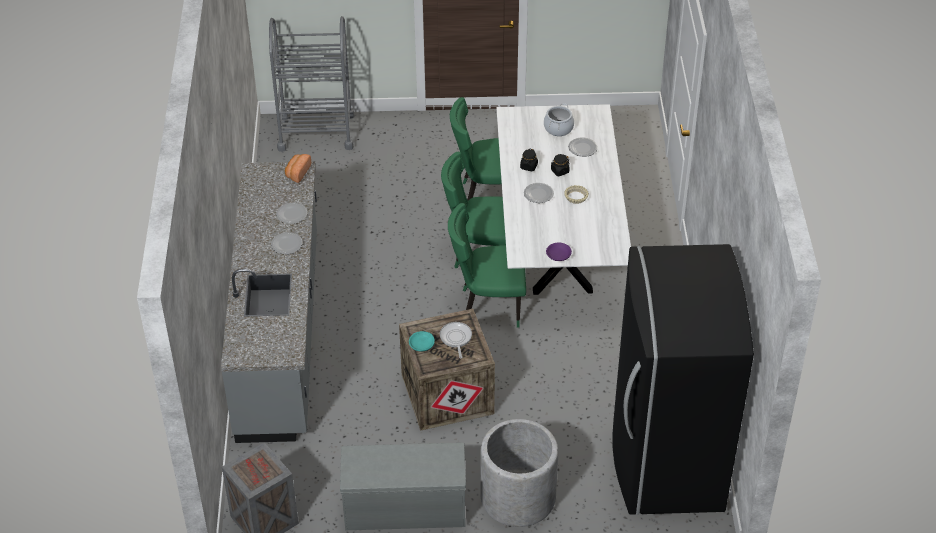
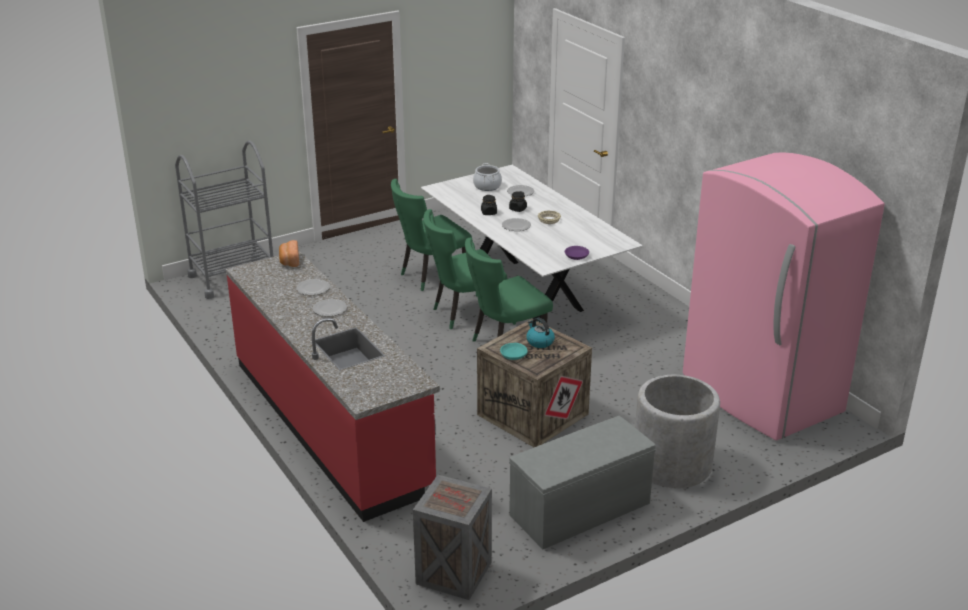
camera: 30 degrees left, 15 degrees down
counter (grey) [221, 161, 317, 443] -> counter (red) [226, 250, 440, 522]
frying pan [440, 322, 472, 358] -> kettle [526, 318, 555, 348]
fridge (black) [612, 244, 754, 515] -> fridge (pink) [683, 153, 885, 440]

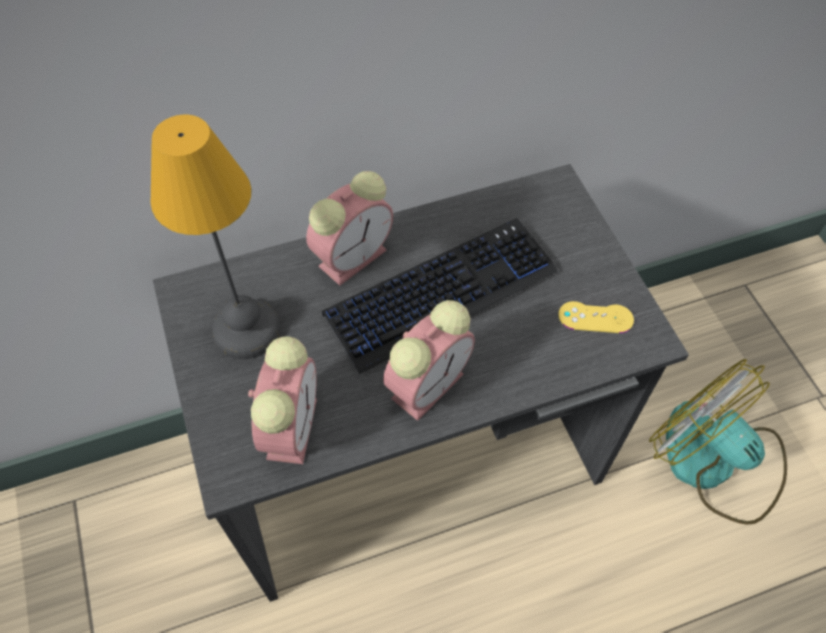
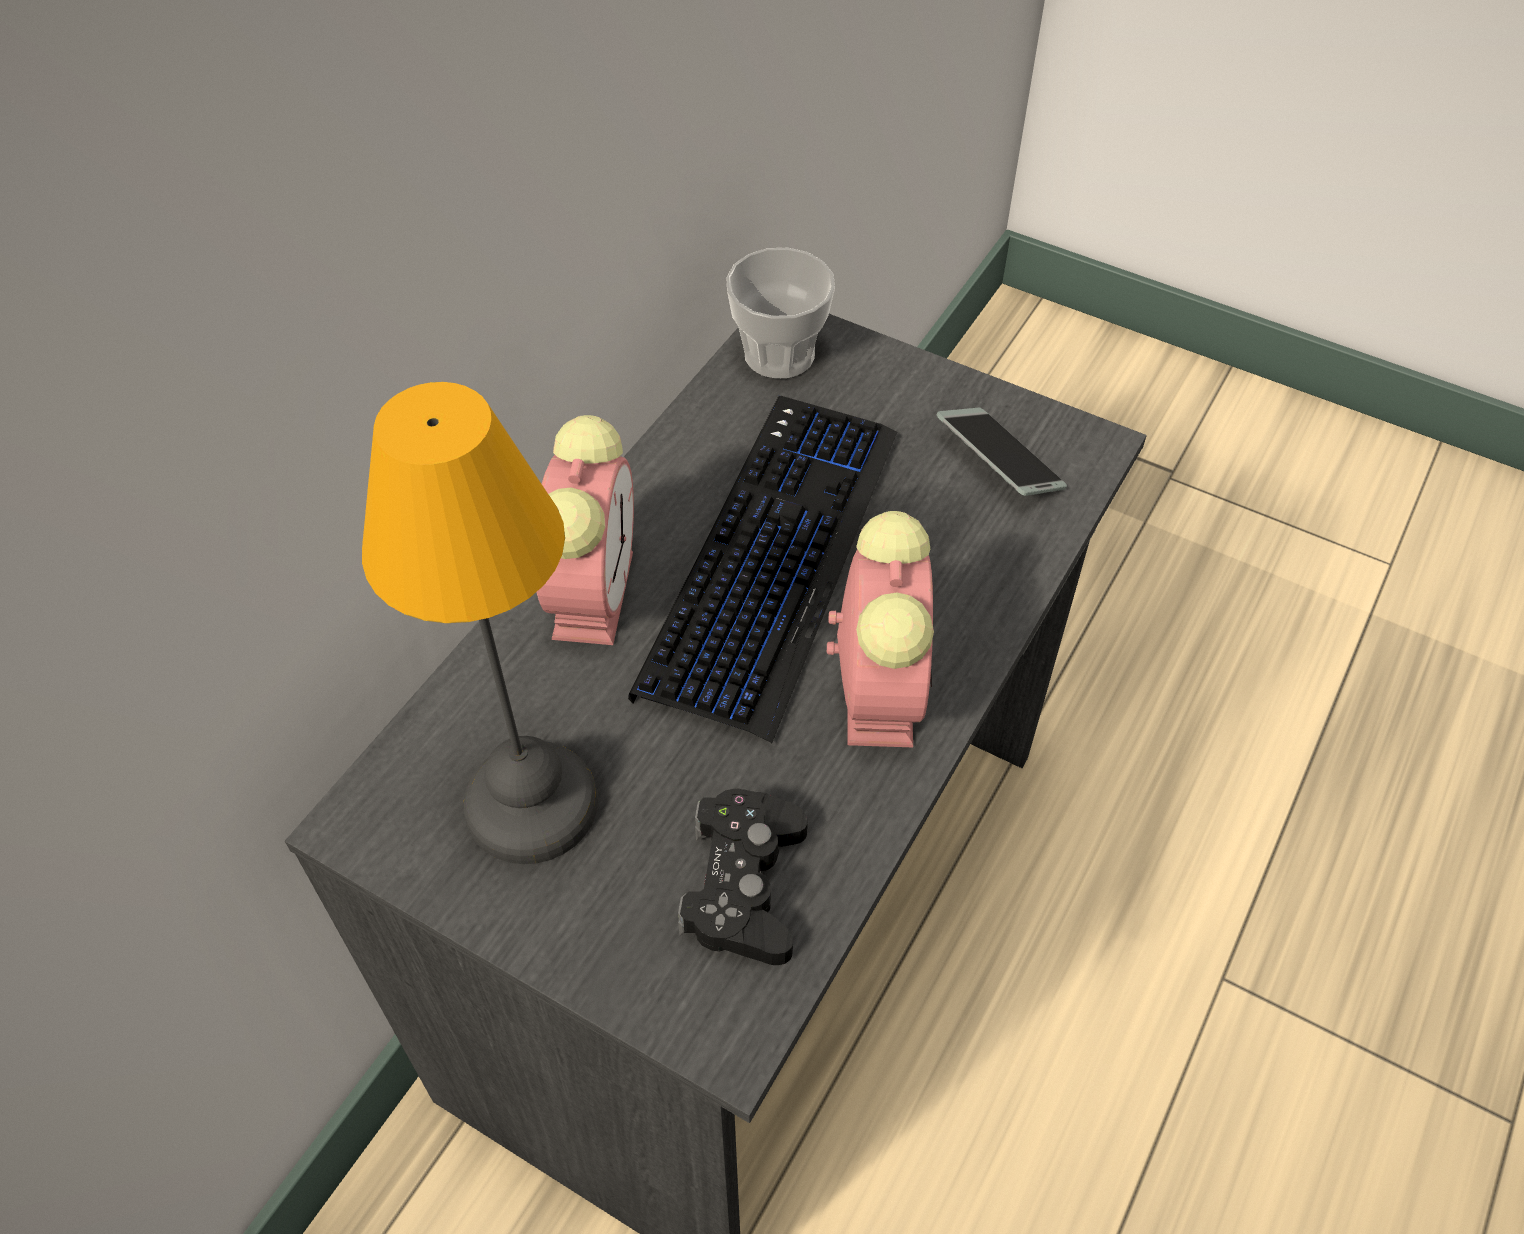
camera: 40 degrees left, 5 degrees down
alarm clock [248, 337, 317, 464] -> game controller (black) [678, 789, 808, 965]
none -> cup [726, 248, 835, 378]
game controller (yellow) [558, 301, 634, 333] -> phone [936, 408, 1067, 496]
fan [649, 359, 787, 525] -> none

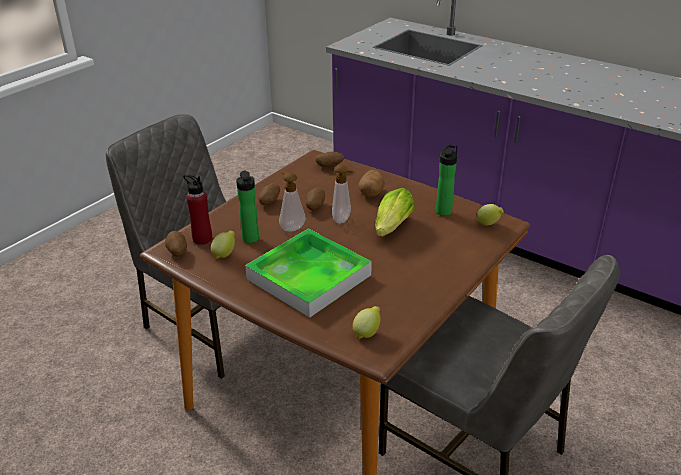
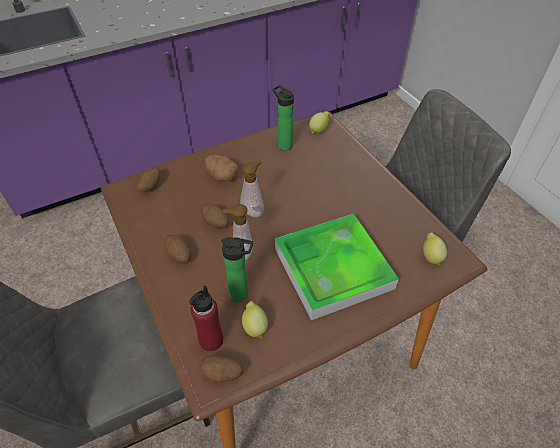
camera: 65 degrees left, 15 degrees up
lettuce [375, 188, 415, 237] -> none

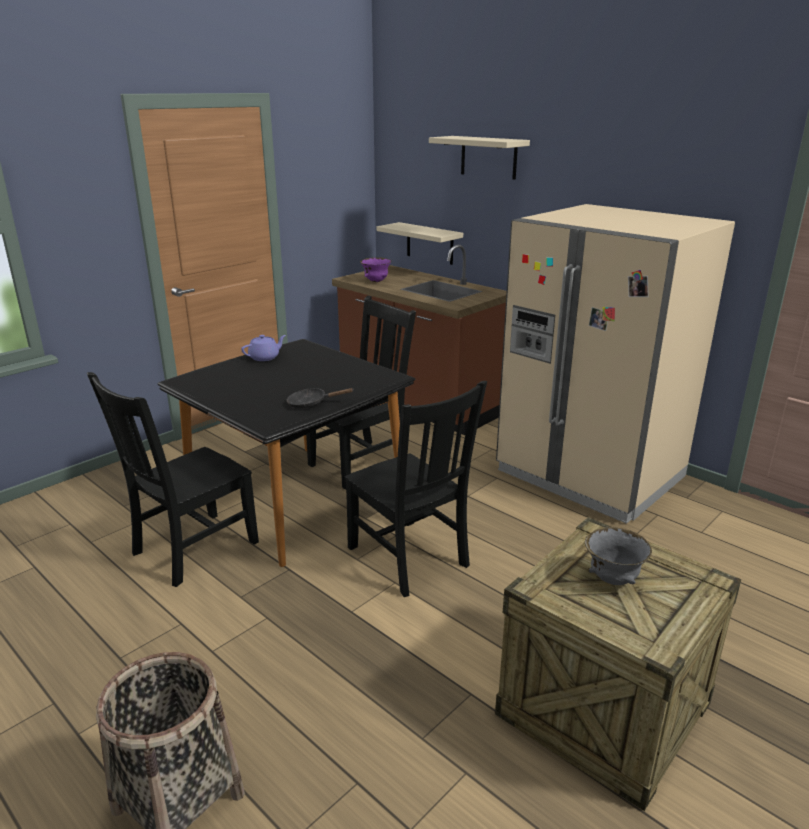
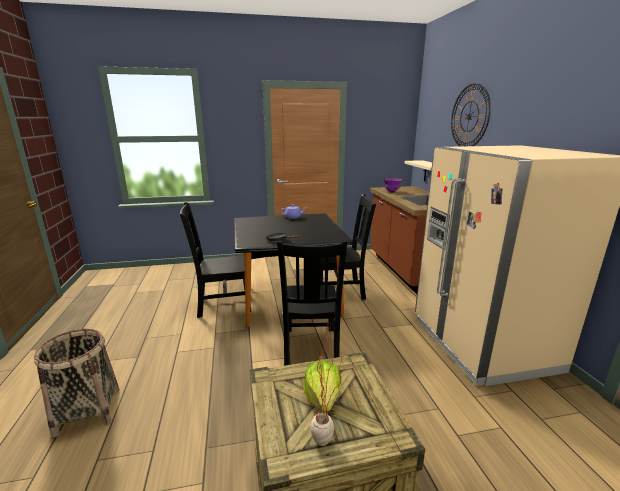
camera: 35 degrees right, 5 degrees down
bowl (grey) [585, 527, 652, 585] -> lettuce [303, 360, 342, 412]
none -> potted plant [310, 320, 342, 446]
shelf (beige) [429, 136, 530, 180] -> wall clock [451, 83, 491, 147]

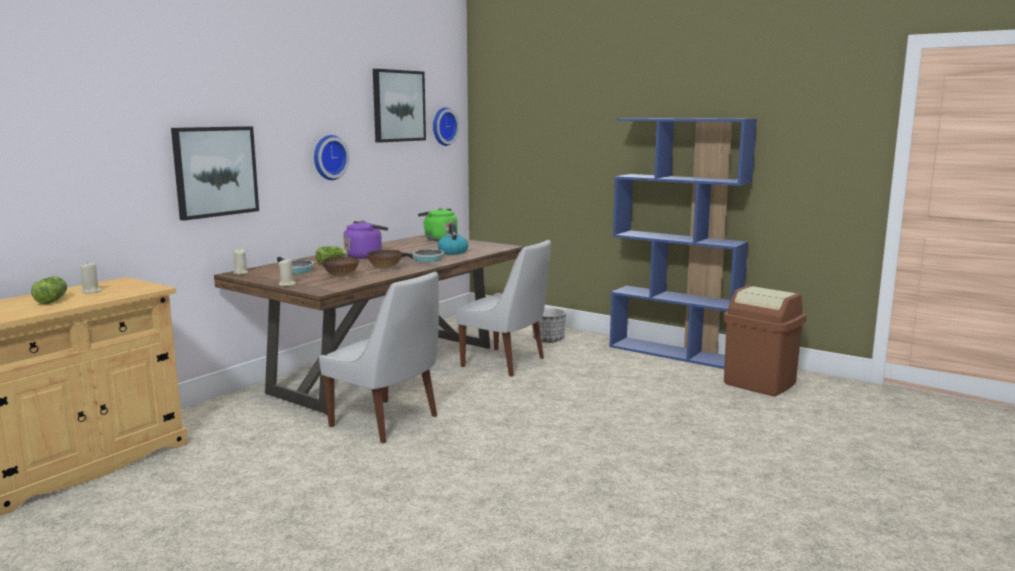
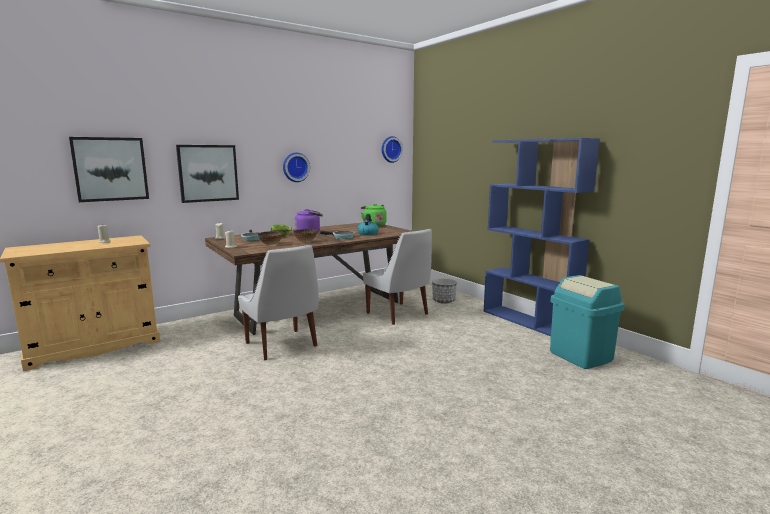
camera: 20 degrees right, 0 degrees up
picture [373, 69, 426, 143] -> picture [69, 137, 149, 202], move
trash can (brown) [723, 286, 806, 396] -> trash can (turquoise) [550, 275, 625, 369]
lettuce [31, 277, 67, 304] -> none

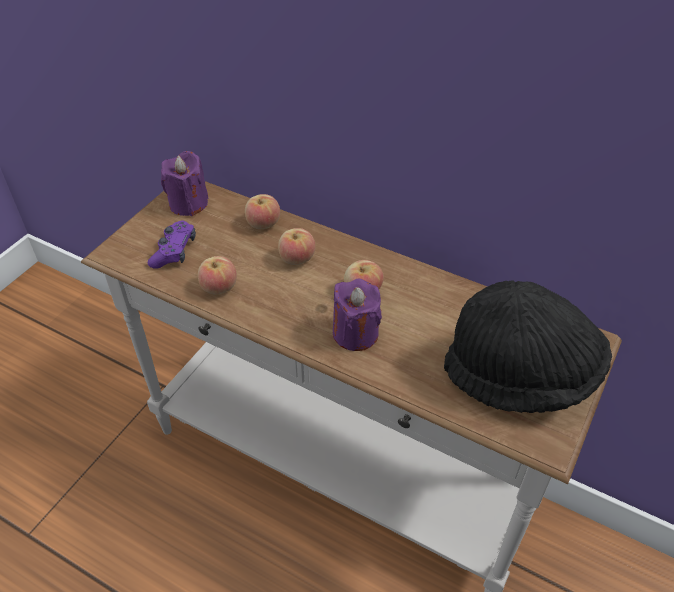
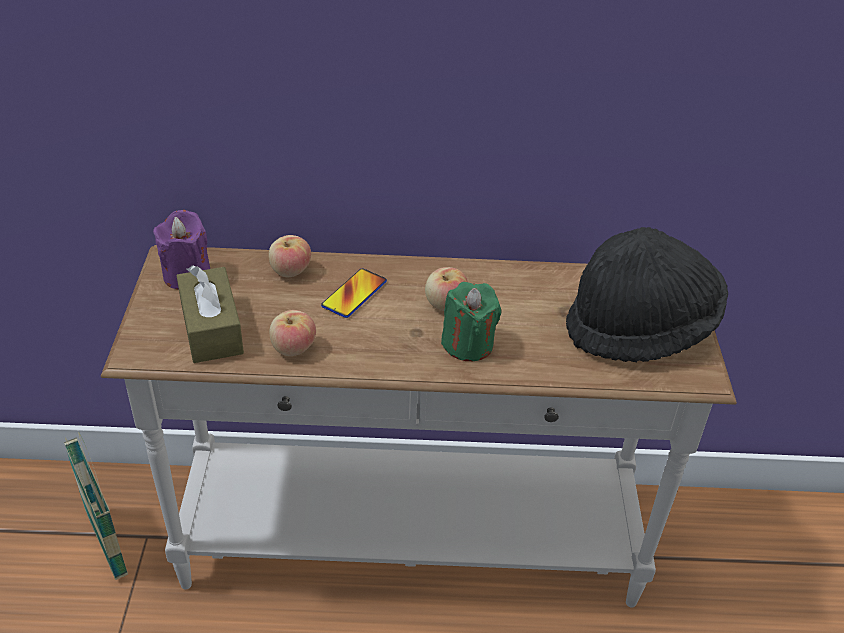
camera: 30 degrees left, 5 degrees down
none -> basket [64, 432, 128, 580]
game controller (purple) [148, 220, 196, 269] -> tissue box (brown) [176, 266, 244, 363]
apple [278, 228, 316, 265] -> phone [321, 268, 387, 318]
candle (purple) [333, 279, 382, 351] -> candle (green) [441, 282, 501, 361]

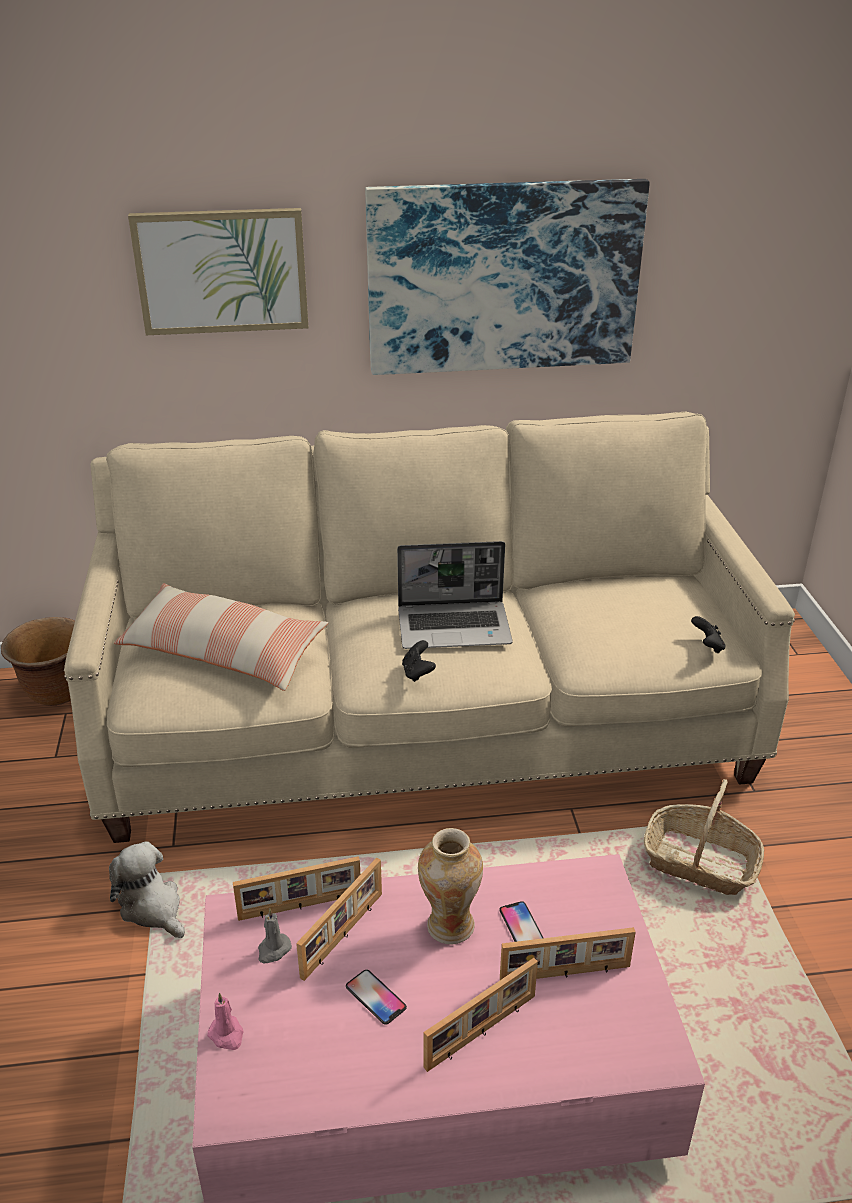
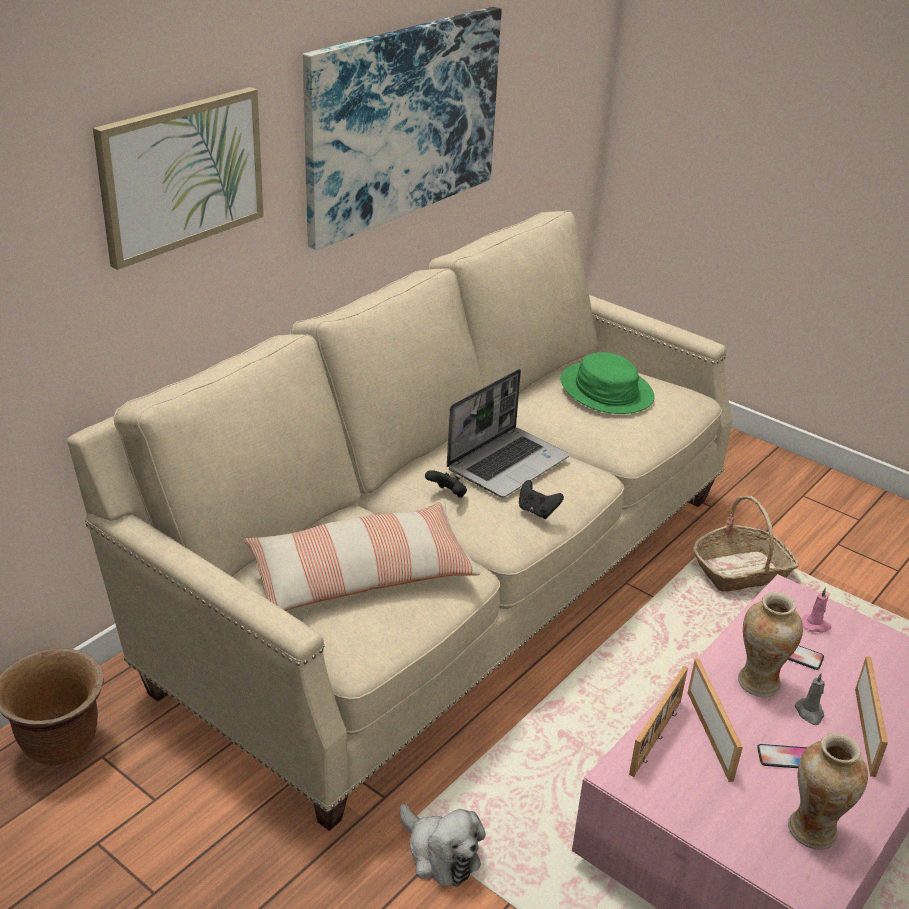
camera: 45 degrees left, 0 degrees up
plush toy [109, 842, 185, 938] -> plush toy [399, 804, 486, 887], 135 degrees counterclockwise
game controller (black) [691, 616, 725, 653] -> game controller (black) [425, 470, 467, 498], move
none -> hat (green) [561, 352, 655, 414]
none -> vase [788, 733, 868, 850]
candle (grey) [258, 908, 292, 963] -> candle (grey) [795, 673, 825, 725], move
candle (pink) [207, 993, 244, 1050] -> candle (pink) [801, 587, 831, 633], move
picture frame [500, 927, 636, 980] -> none

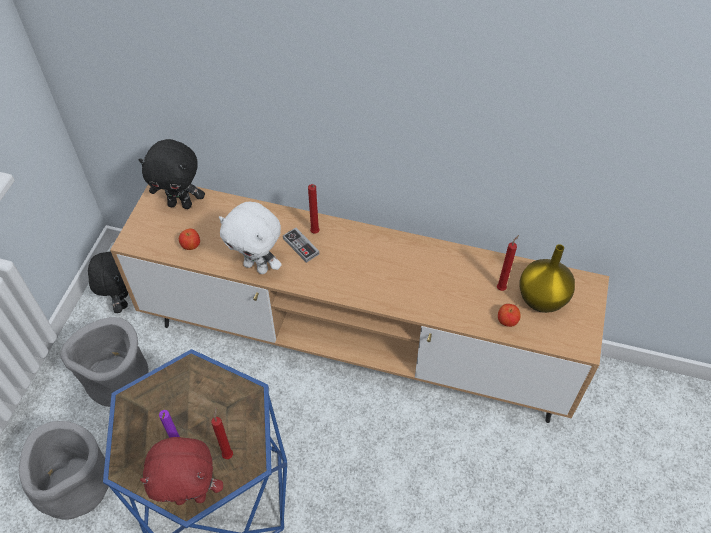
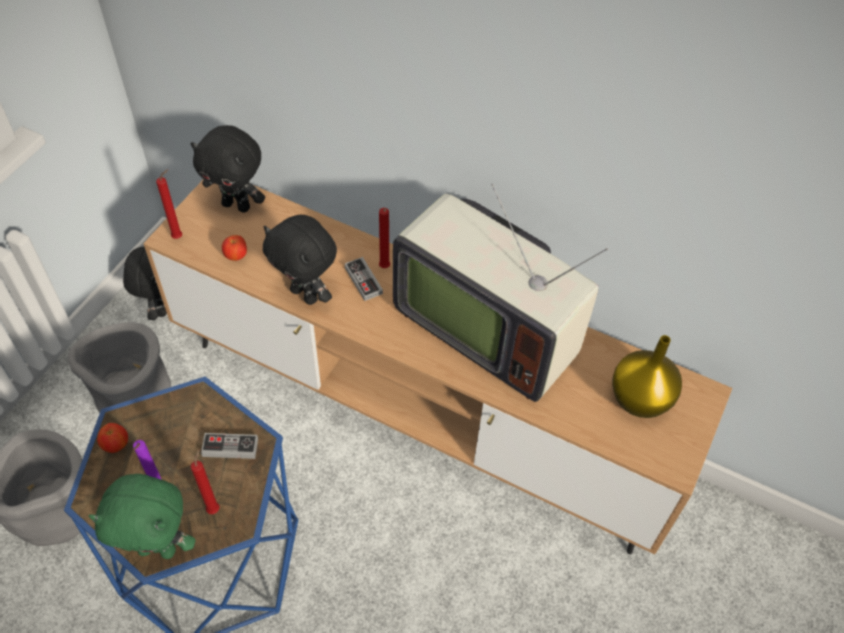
camera: 10 degrees right, 0 degrees up
plush toy (red) [140, 437, 223, 505] -> plush toy (green) [89, 474, 196, 559]
apple [498, 304, 521, 327] -> apple [97, 423, 128, 453], move
candle (red) [497, 235, 519, 291] -> candle (red) [156, 169, 182, 239], move
none -> game controller [201, 433, 258, 459]
plush toy (white) [219, 202, 282, 274] -> plush toy (black) [263, 215, 337, 305]
none -> television [393, 184, 608, 402]

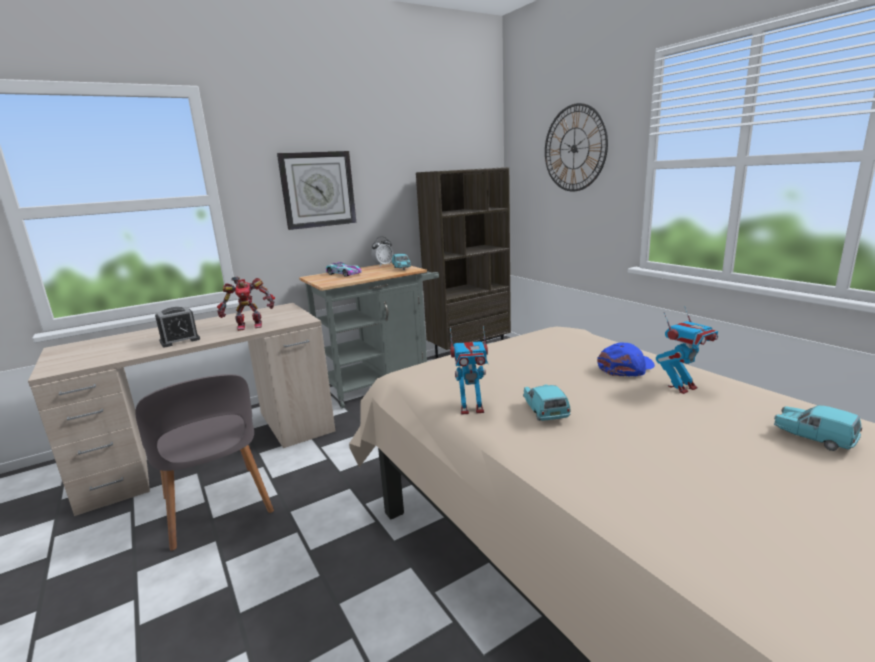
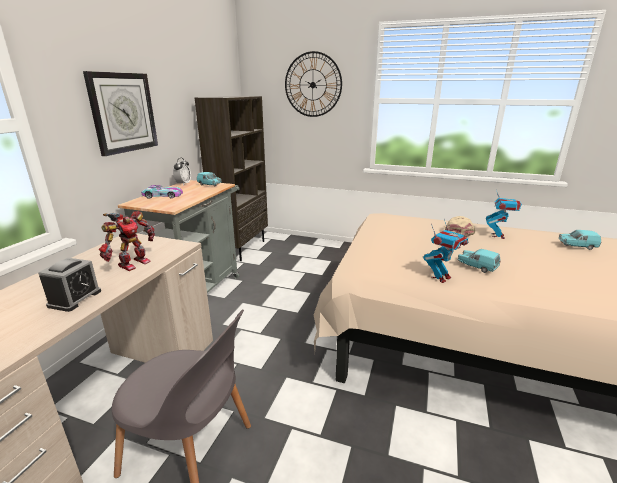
camera: 40 degrees left, 5 degrees up
cap (blue) [597, 342, 655, 377] -> cap (beige) [445, 216, 475, 237]

